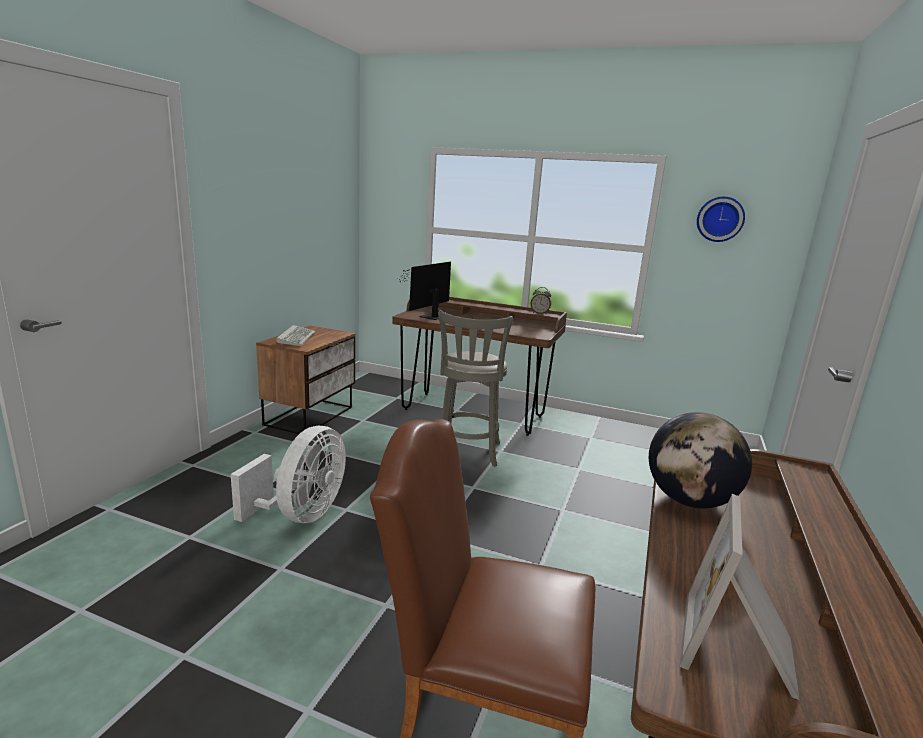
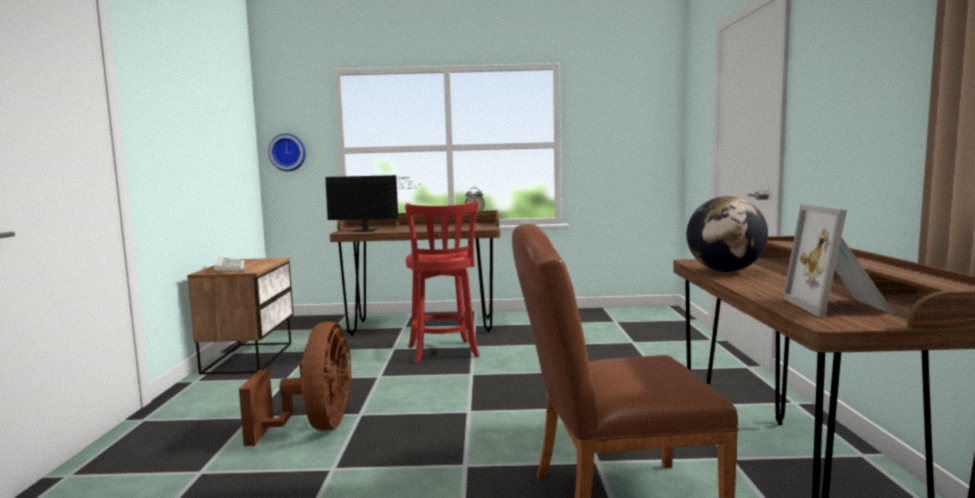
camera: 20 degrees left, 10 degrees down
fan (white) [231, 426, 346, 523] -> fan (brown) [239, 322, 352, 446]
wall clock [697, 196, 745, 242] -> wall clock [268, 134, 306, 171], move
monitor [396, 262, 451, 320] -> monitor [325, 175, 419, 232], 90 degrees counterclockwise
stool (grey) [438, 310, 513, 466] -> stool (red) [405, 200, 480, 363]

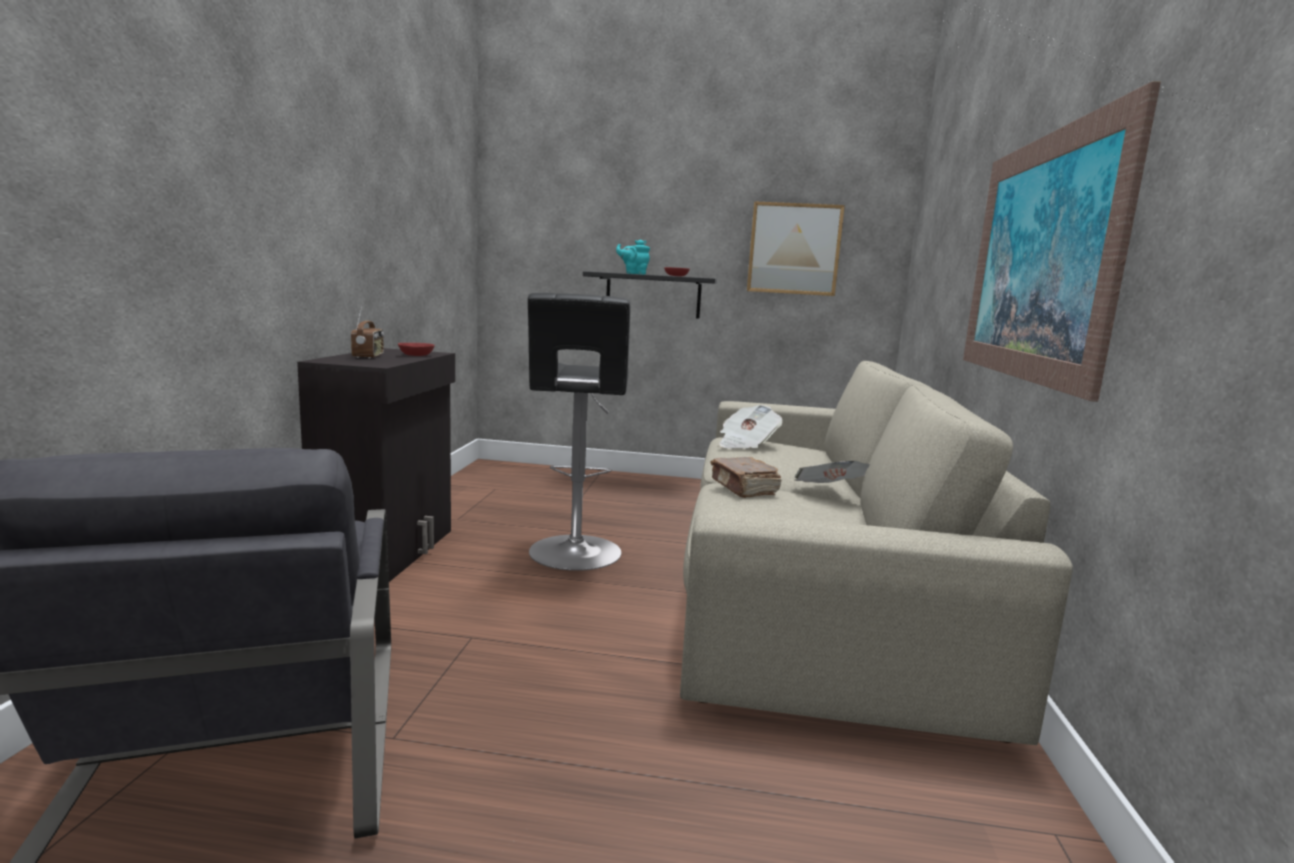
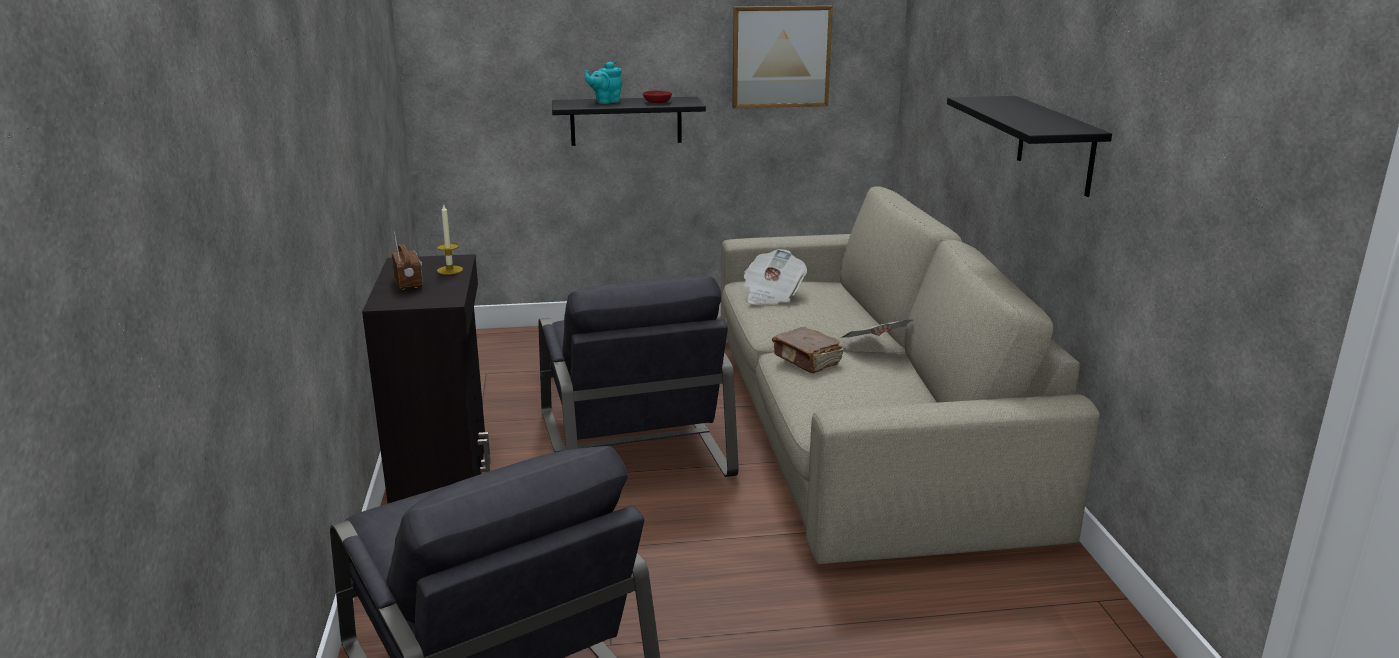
camera: 15 degrees left, 10 degrees up
bowl (red) [398, 343, 435, 356] -> candle [437, 205, 463, 275]
stool (black) [528, 293, 630, 571] -> armchair (grey) [538, 276, 739, 477]
picture [963, 81, 1161, 402] -> shelf (black) [947, 96, 1112, 197]

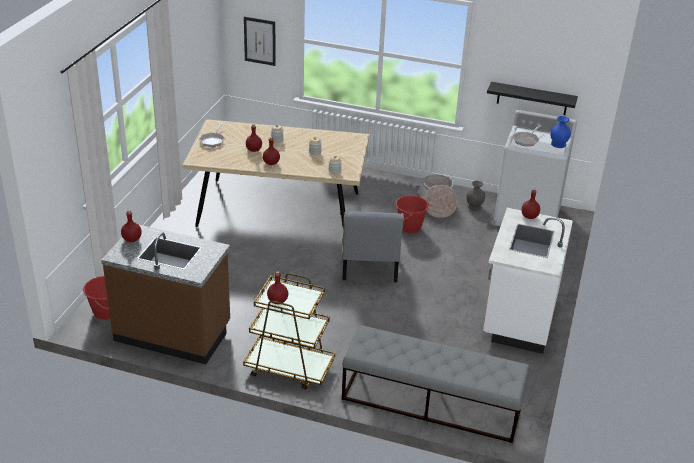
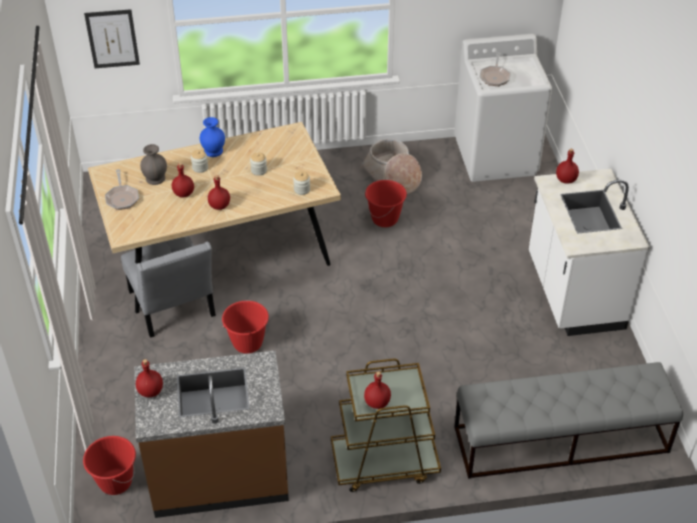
camera: 25 degrees left, 10 degrees up
chair (grey) [343, 211, 404, 282] -> chair (grey) [121, 236, 216, 338], move
vase (grey) [466, 181, 485, 210] -> vase (grey) [140, 144, 167, 185], move
vase (blue) [550, 116, 571, 148] -> vase (blue) [200, 117, 225, 157], move
none -> bucket (red) [222, 300, 269, 354]
shelf (black) [487, 82, 578, 115] -> none

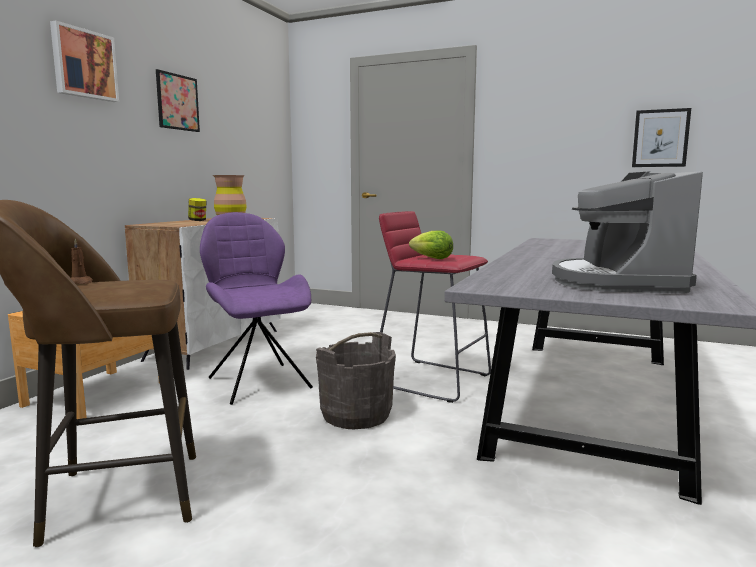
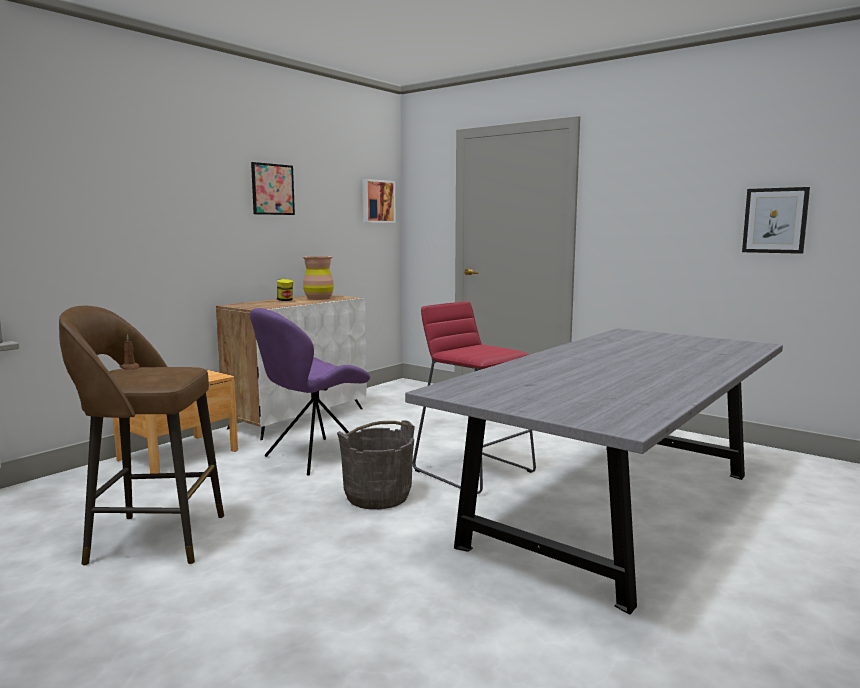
camera: 15 degrees right, 0 degrees up
chair (purple) [200, 212, 313, 405] -> chair (purple) [249, 308, 370, 476], 120 degrees counterclockwise
picture [50, 20, 119, 102] -> picture [363, 179, 396, 223], move
lettuce [409, 231, 453, 259] -> none
coffee machine [552, 171, 703, 293] -> none

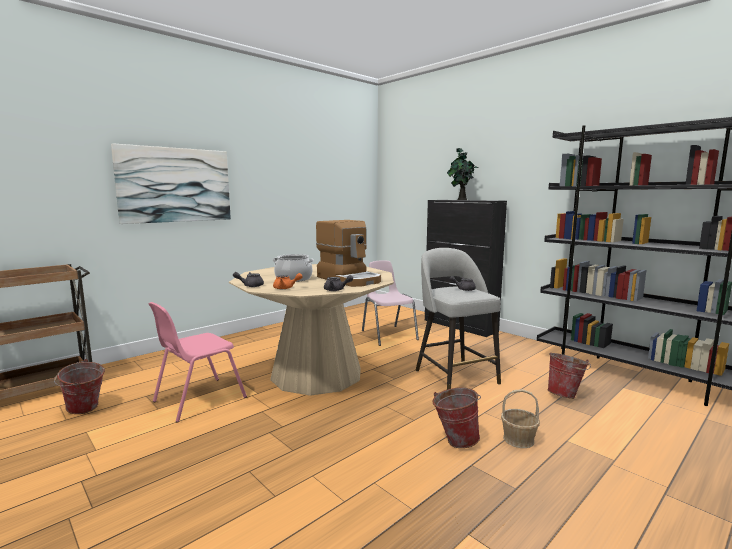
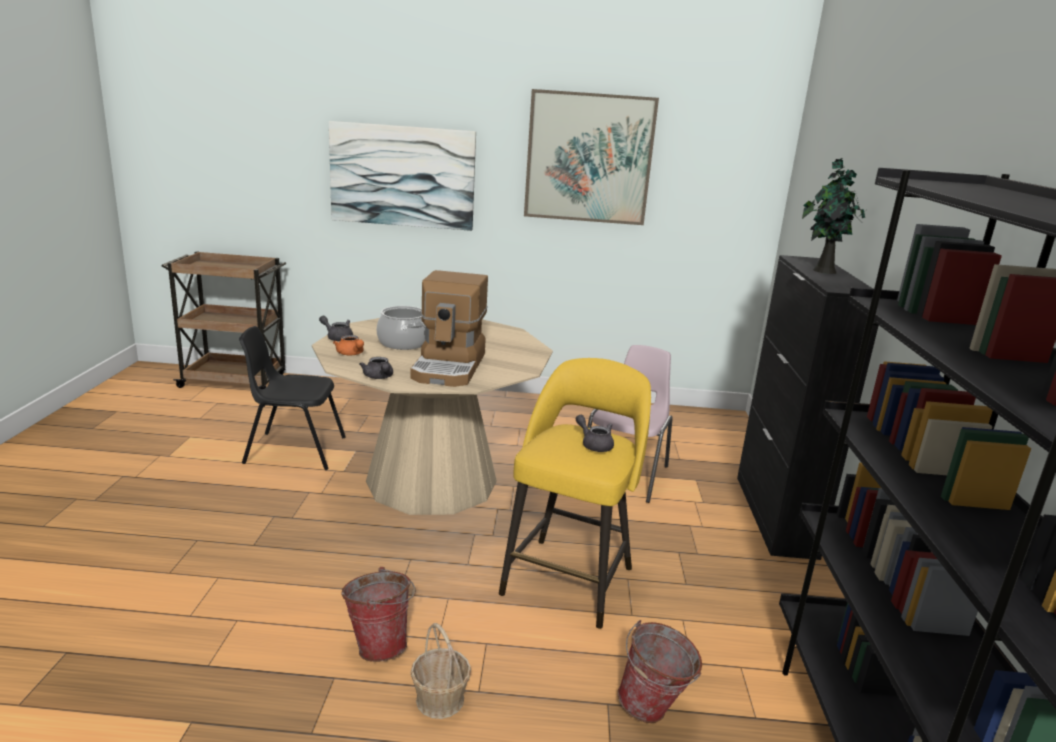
camera: 45 degrees right, 10 degrees up
chair (pink) [148, 302, 247, 423] -> chair (black) [239, 326, 346, 470]
stool (grey) [416, 248, 501, 390] -> stool (yellow) [499, 358, 651, 629]
none -> picture [524, 89, 659, 225]
bucket [54, 359, 105, 414] -> none

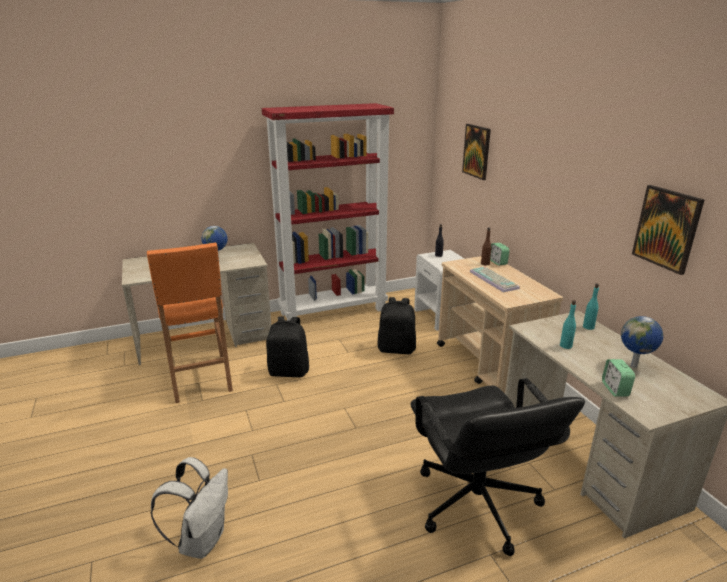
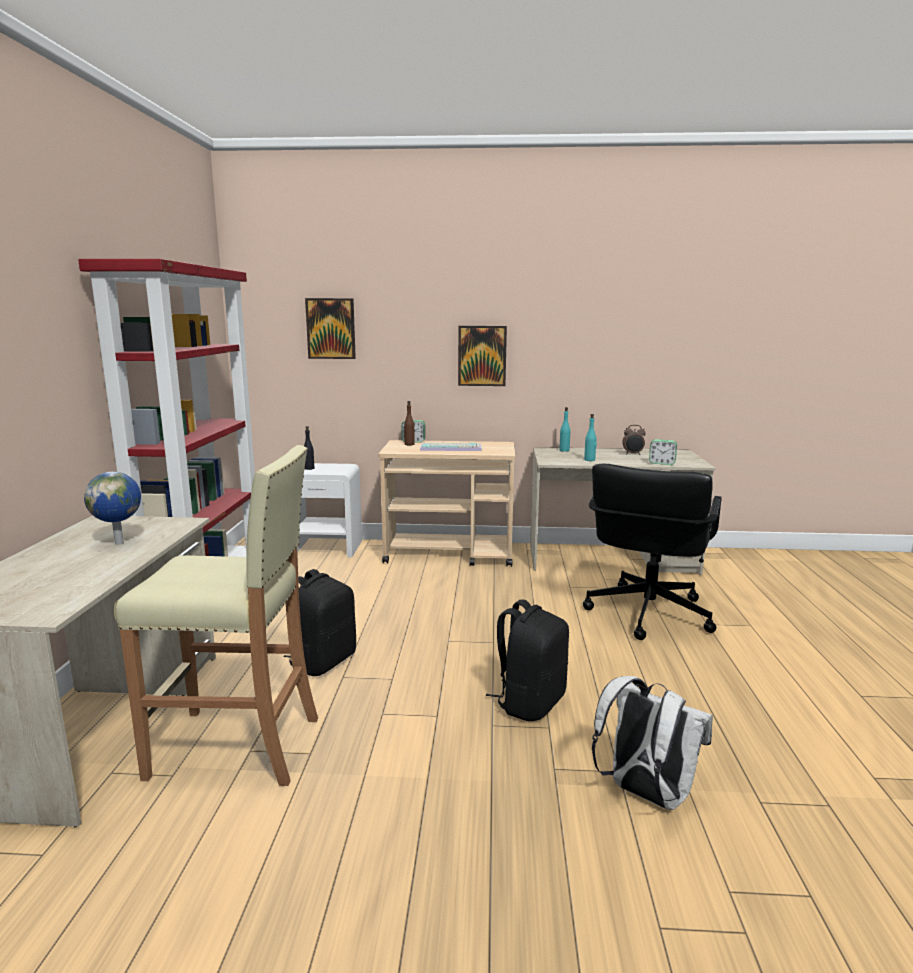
camera: 65 degrees left, 10 degrees down
stool (orange) [147, 243, 233, 403] -> stool (beige) [114, 445, 318, 786]
picture [632, 185, 705, 275] -> picture [458, 326, 507, 386], move
backpack (black) [378, 297, 416, 354] -> backpack (black) [486, 599, 569, 721], move
office chair (black) [410, 378, 585, 556] -> office chair (black) [583, 464, 722, 640], 105 degrees clockwise
globe [621, 316, 663, 368] -> alarm clock [622, 425, 646, 455]

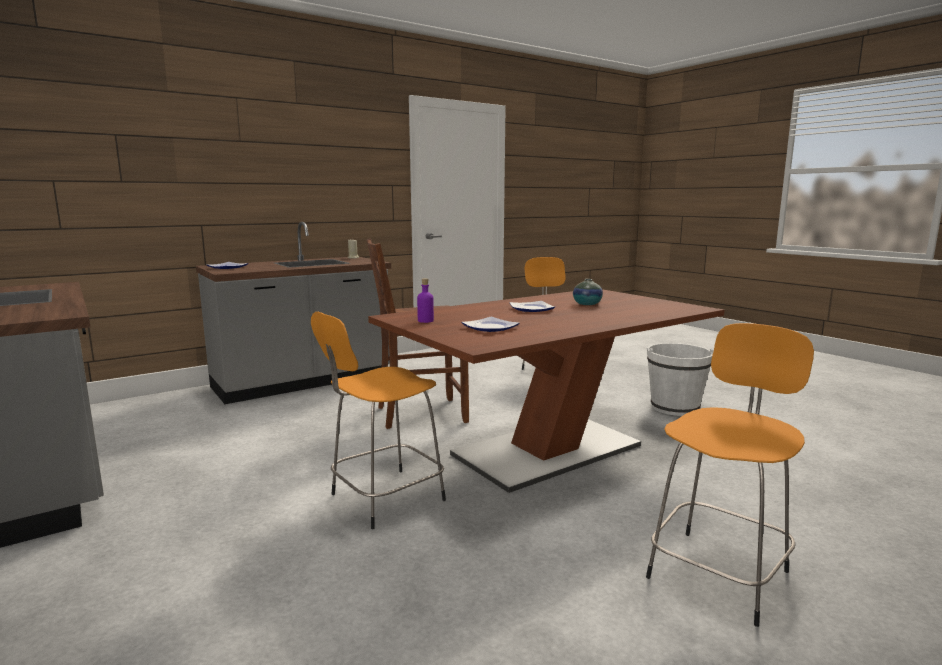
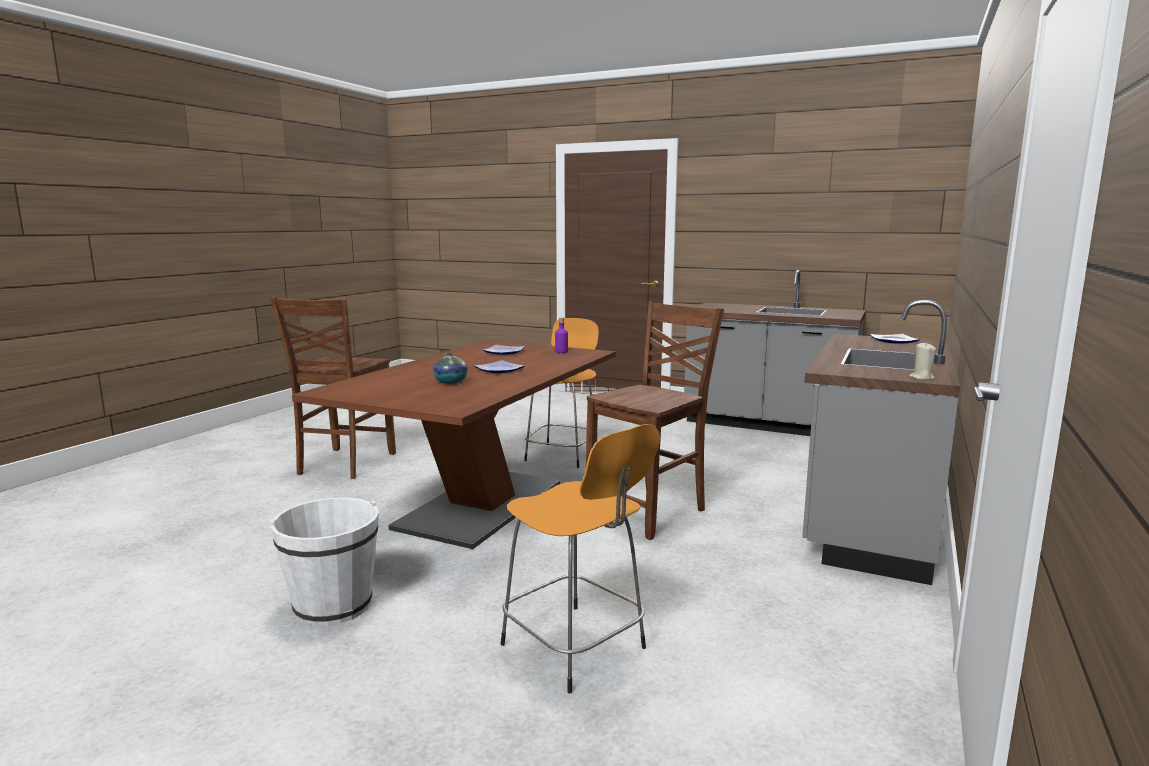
camera: 150 degrees right, 0 degrees up
stool (orange) [646, 323, 814, 627] -> chair (brown) [271, 297, 396, 479]

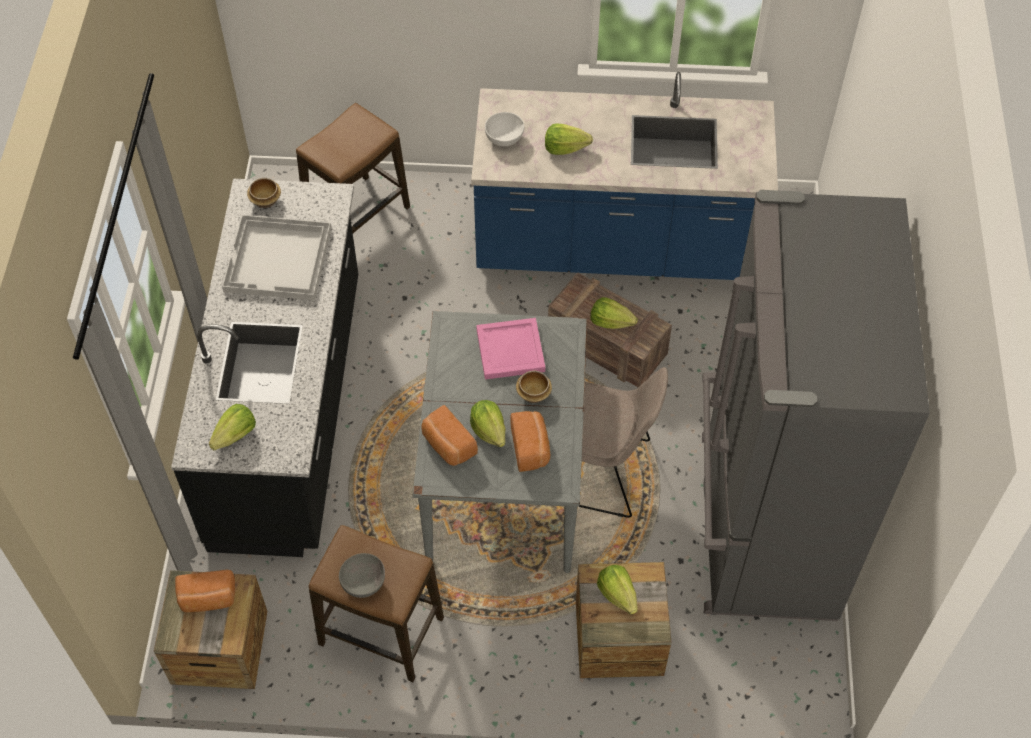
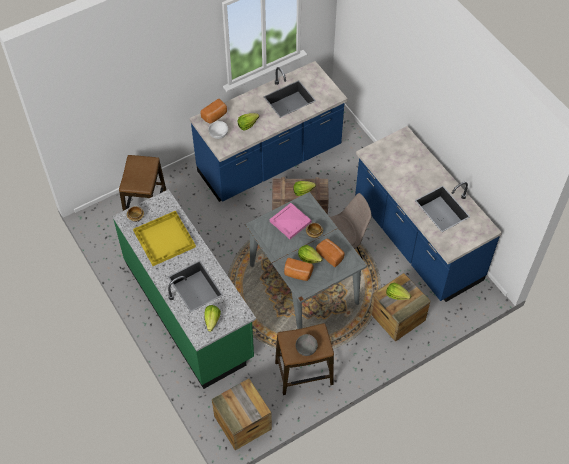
camera: 35 degrees left, 0 degrees up
counter (black) [171, 179, 358, 557] -> counter (green) [112, 189, 256, 389]
tray (white) [222, 215, 331, 300] -> tray (yellow) [133, 211, 196, 266]
bread [175, 570, 235, 612] -> bread [200, 99, 227, 124], move
fridge (grey) [702, 190, 930, 621] -> counter (blue) [355, 126, 502, 302]

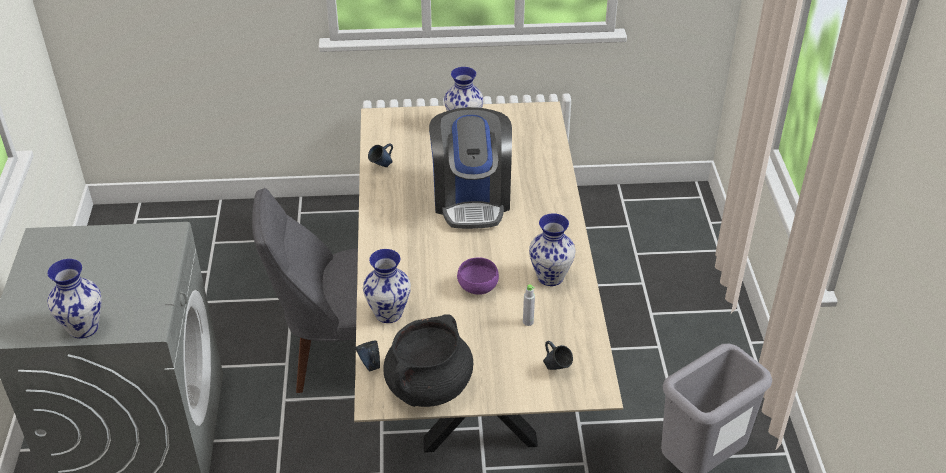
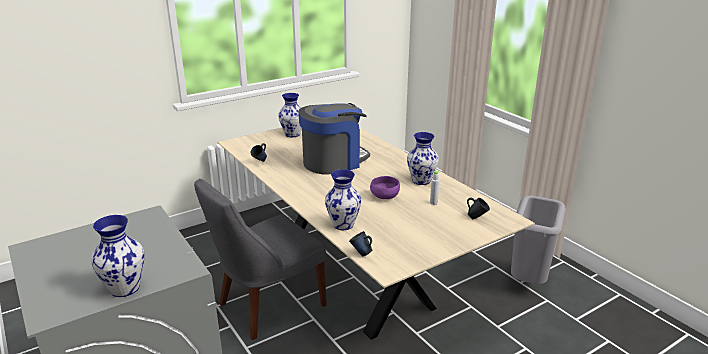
camera: 30 degrees left, 15 degrees down
coffee machine [429, 107, 512, 229] -> coffee machine [298, 103, 370, 174], 90 degrees counterclockwise
cooking pot (black) [383, 314, 473, 407] -> none

